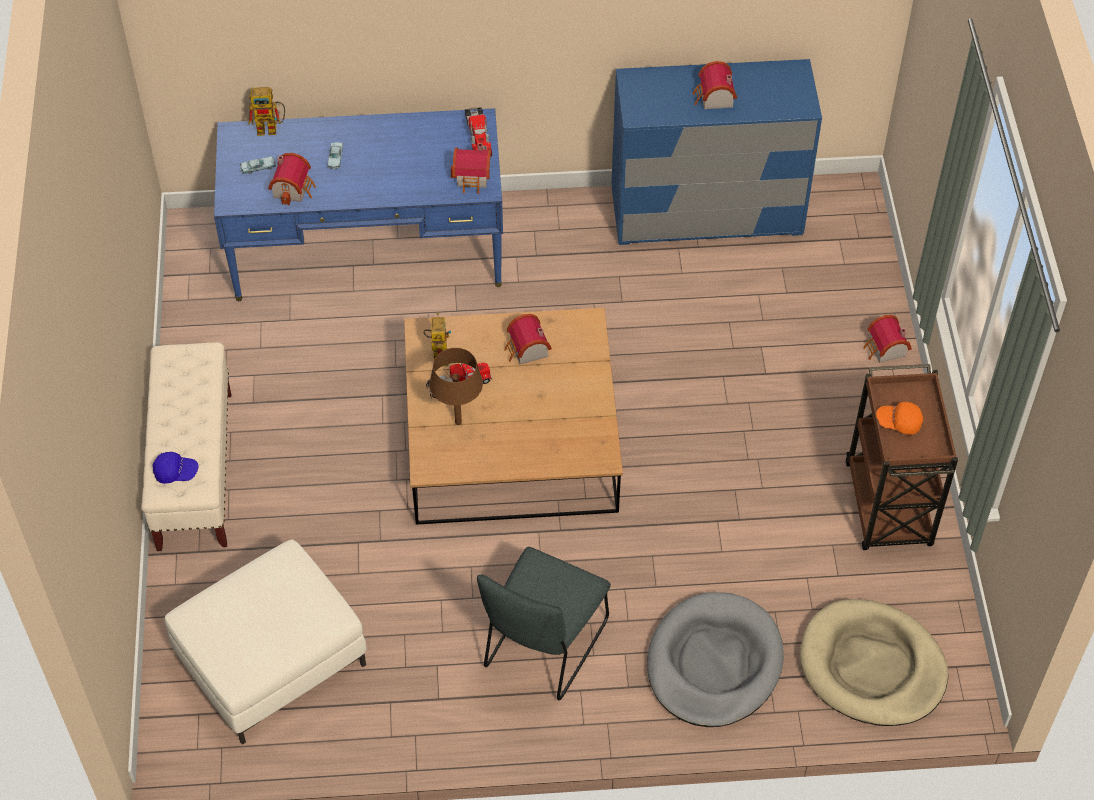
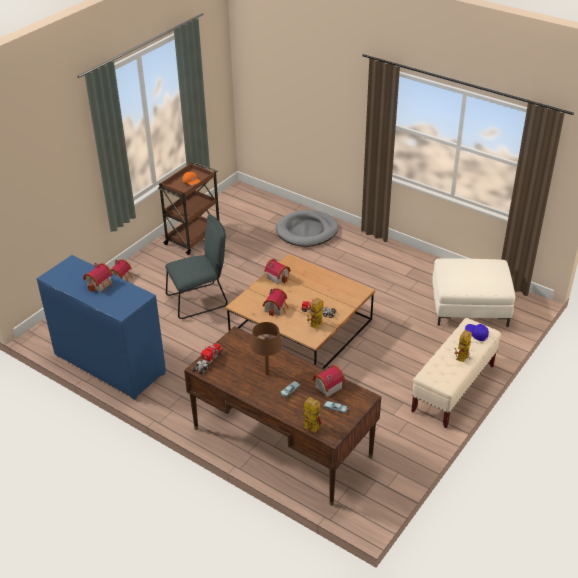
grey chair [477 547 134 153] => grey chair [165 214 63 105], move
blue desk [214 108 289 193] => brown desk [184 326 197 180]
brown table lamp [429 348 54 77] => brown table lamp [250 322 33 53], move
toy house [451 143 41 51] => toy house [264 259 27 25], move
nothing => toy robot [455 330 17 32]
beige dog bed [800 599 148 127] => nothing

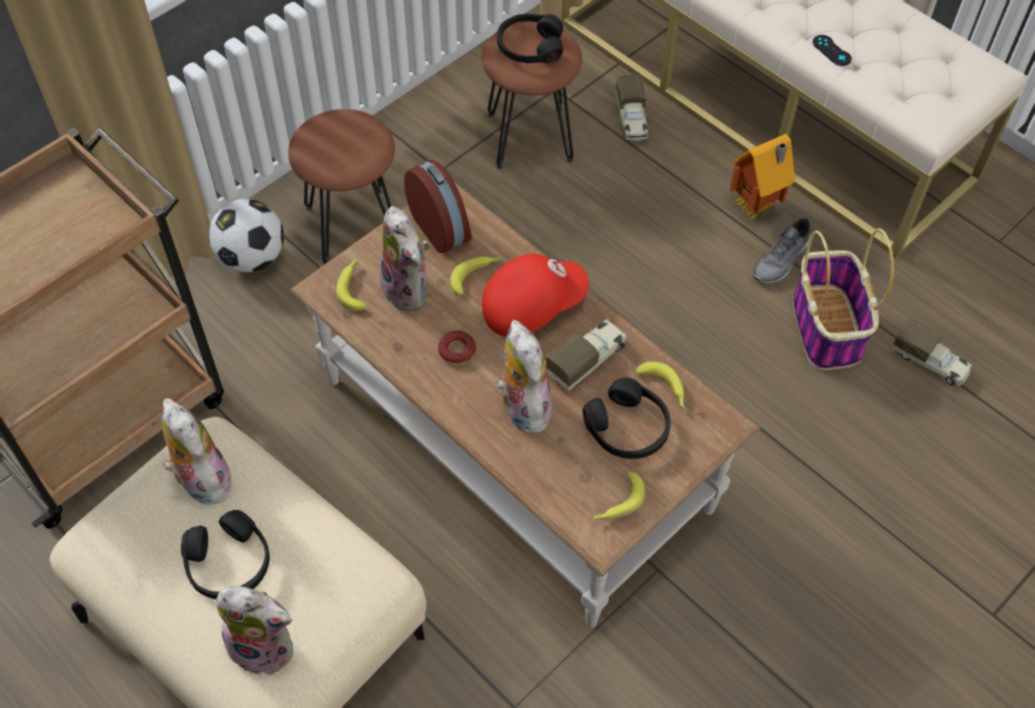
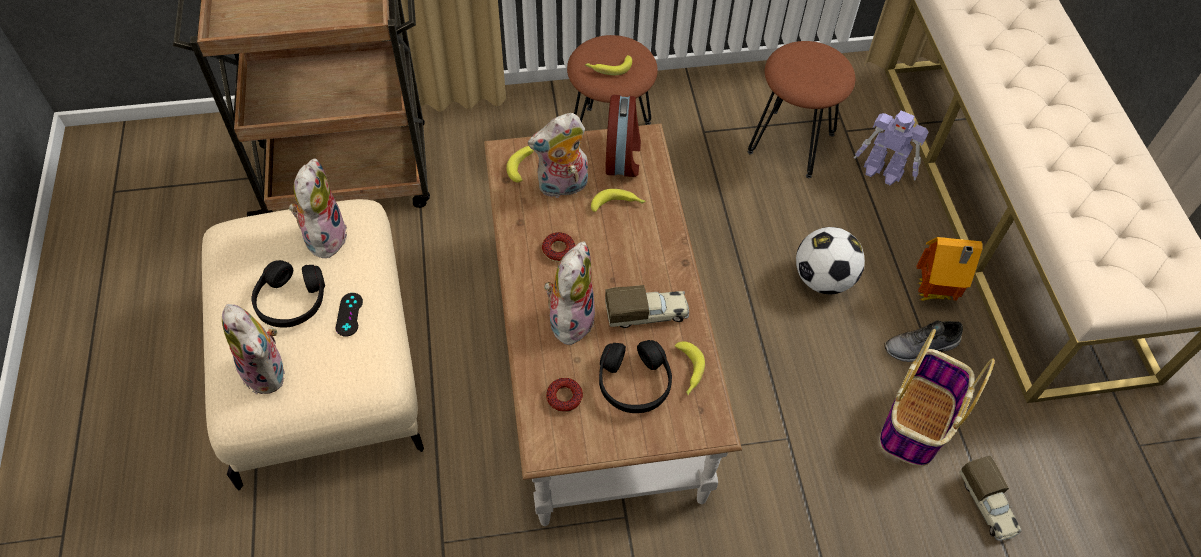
black game controller [813 35 39 31] => black game controller [336 293 27 44], move
plush toy [379 206 51 105] => plush toy [528 113 60 85], 60 degrees clockwise
nothing => donut [546 378 37 34]
banana [593 472 52 48] => banana [585 55 47 20], move
football [209 199 75 73] => football [796 227 69 67], move
toy truck [616 74 33 67] => toy robot [854 110 75 75]
red cap [482 254 107 83] => nothing
black headphones [497 14 66 49] => nothing

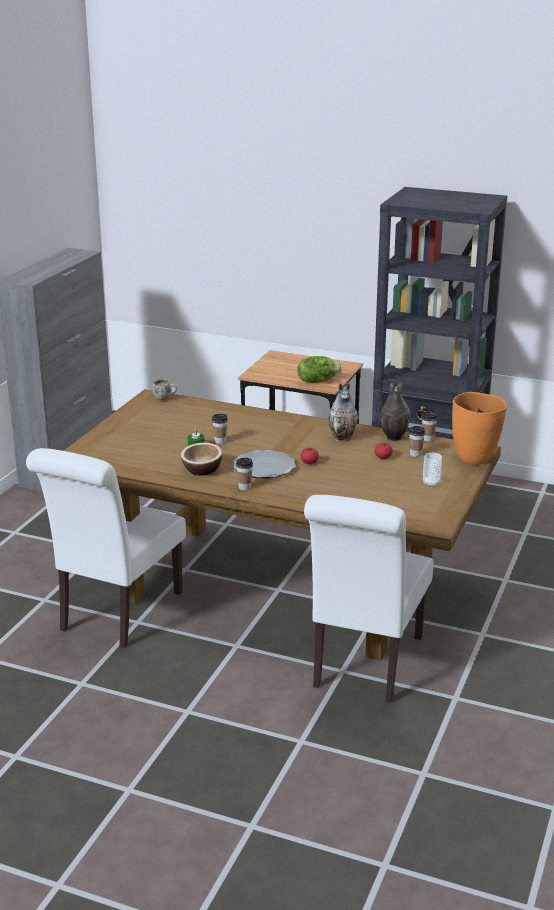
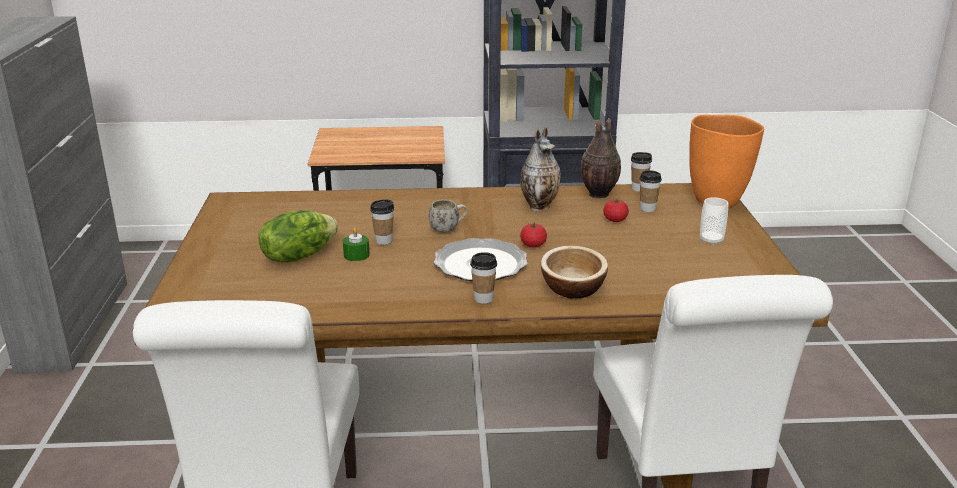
lettuce [297 356 45 27] => lettuce [258 210 80 52], move
white mug [152 379 25 21] => white mug [429 199 39 34], move
bowl [181 443 41 32] => bowl [541 246 67 53], move

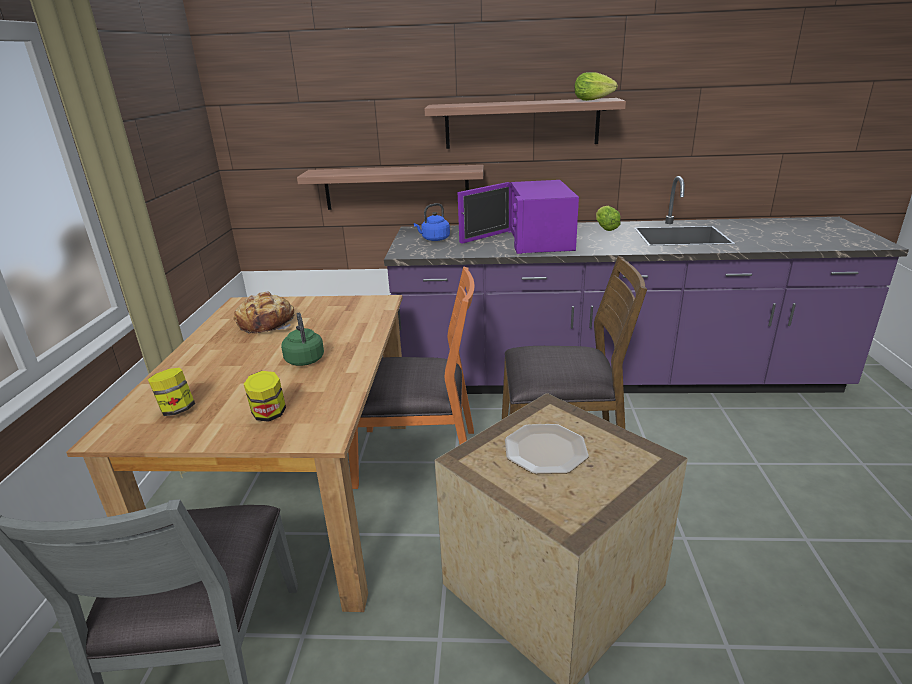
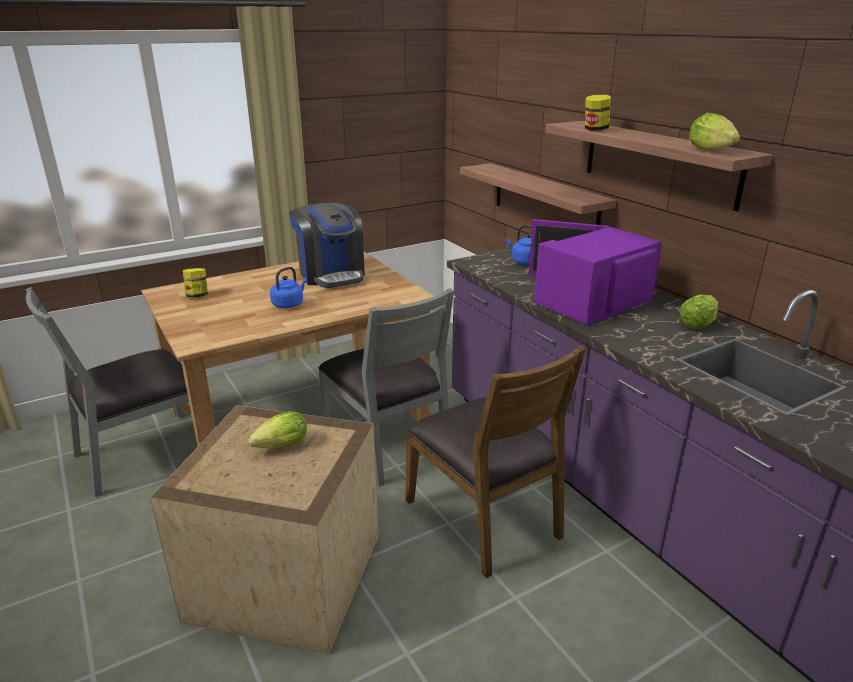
plate [505 424 84 50] => lettuce [249 411 58 38]
green kettle [281 313 43 53] => blue kettle [270 267 37 41]
bread [234 292 61 42] => coffee machine [289 203 76 85]
orange chair [348 266 127 223] => grey chair [318 288 136 199]
jar [244 371 42 51] => jar [585 94 26 36], move

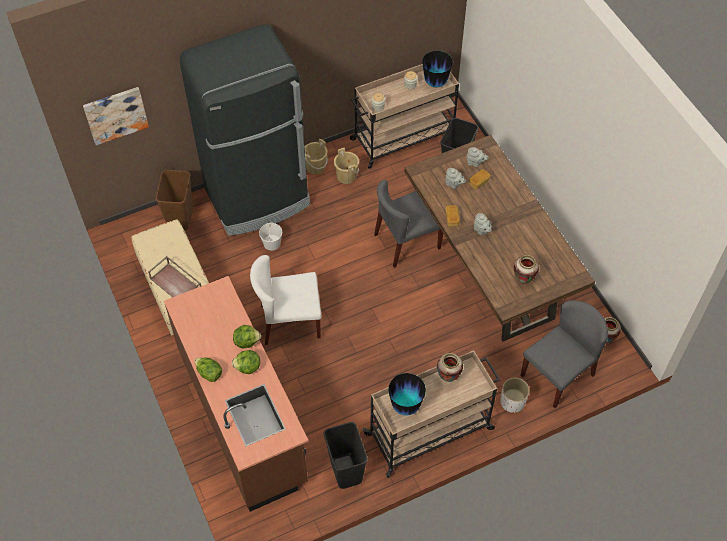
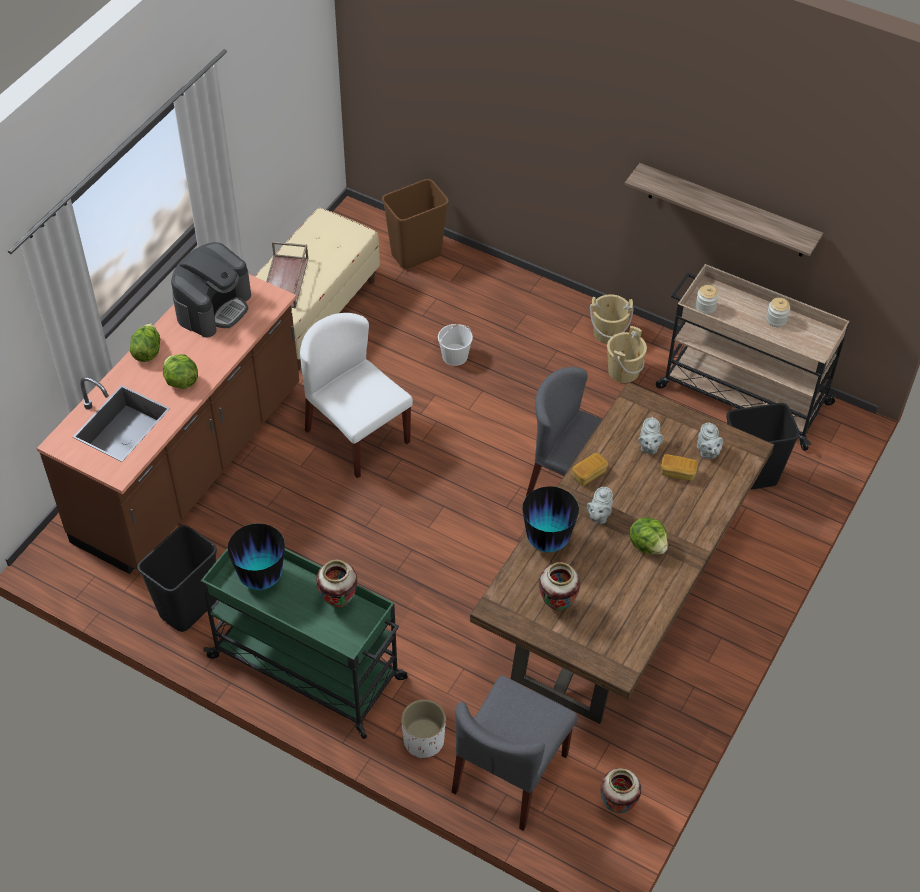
nothing => coffee machine [171 242 80 95]
beige cart [363 350 137 128] => green cart [201 549 207 190]
grey chair [520 300 88 108] => grey chair [452 676 126 155], 105 degrees clockwise
vase [422 51 31 36] => vase [522 486 57 66], move
nothing => shelf [625 163 198 94]
lettuce [233 325 28 24] => lettuce [629 517 39 37], move
picture [83 87 66 58] => nothing
black fridge [180 24 130 212] => nothing

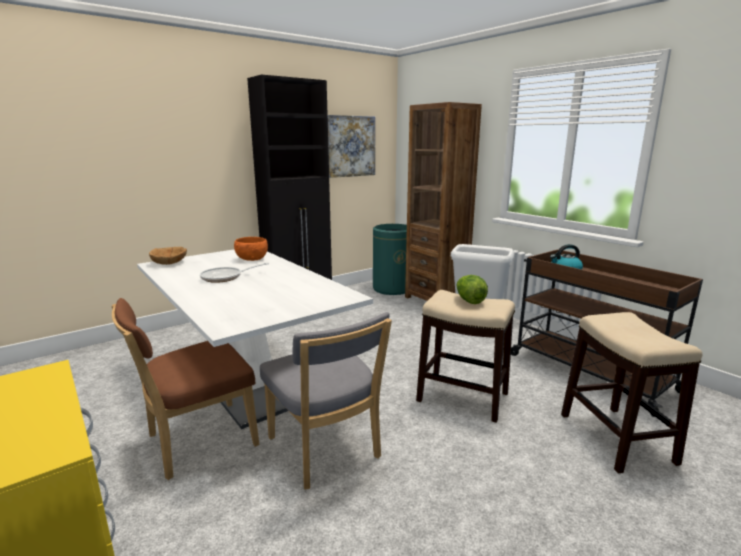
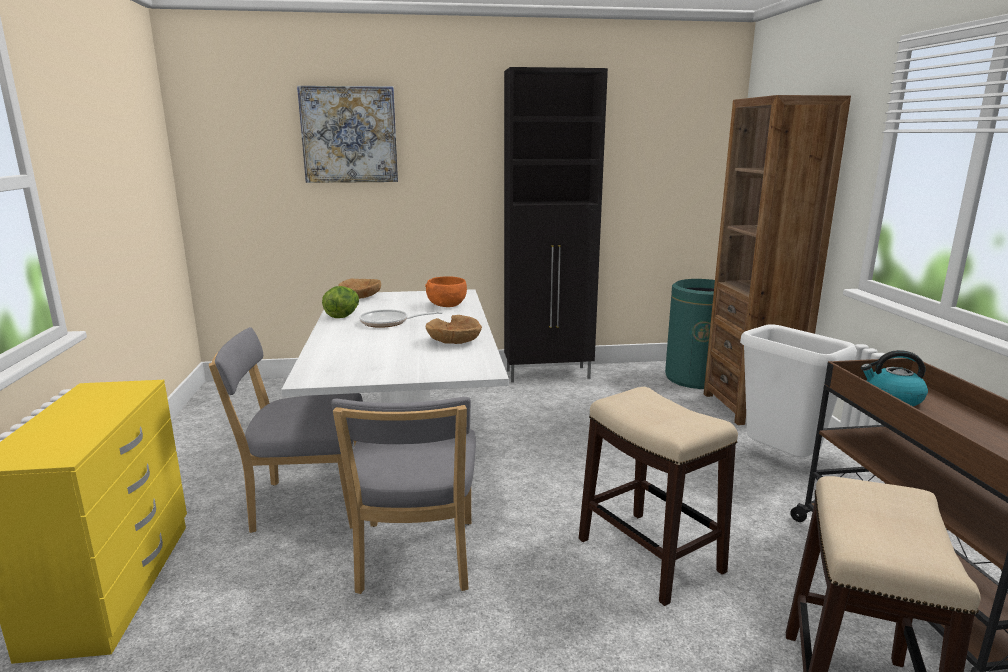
brown chair [111 298 148 182] => grey chair [209 327 154 206]
picture [328 115 47 63] => picture [297 86 101 97], move
lettuce [456 275 32 29] => lettuce [322 286 37 32], move
nothing => brown bowl [426 315 56 29]

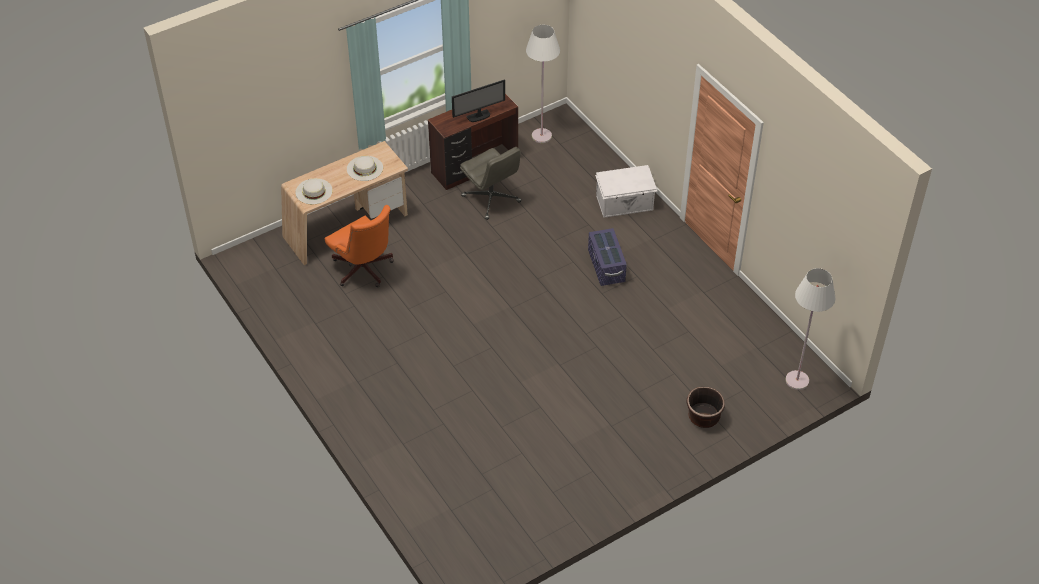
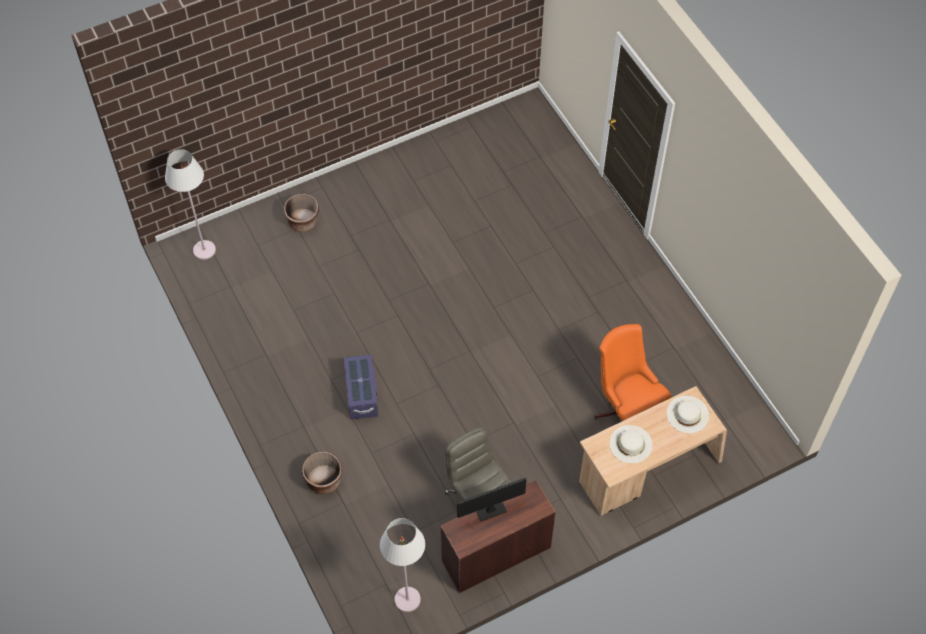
white storage box [595 165 62 53] => brown planter [302 451 40 43]

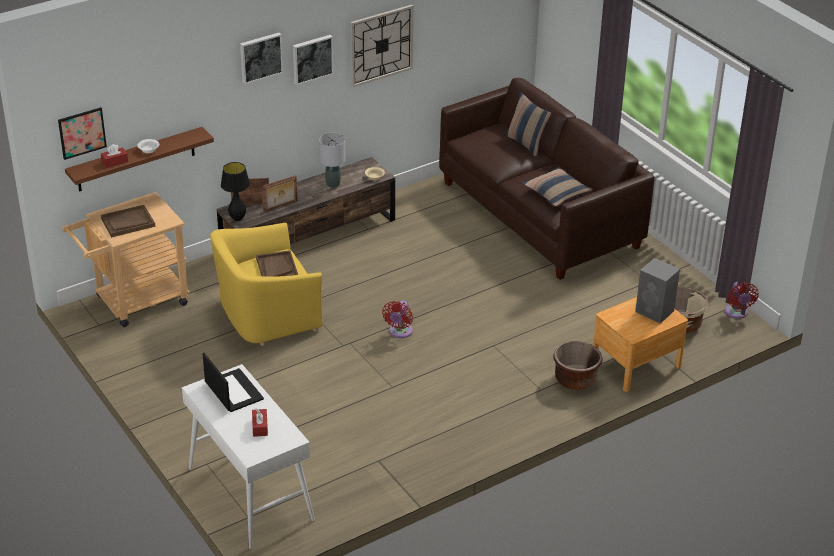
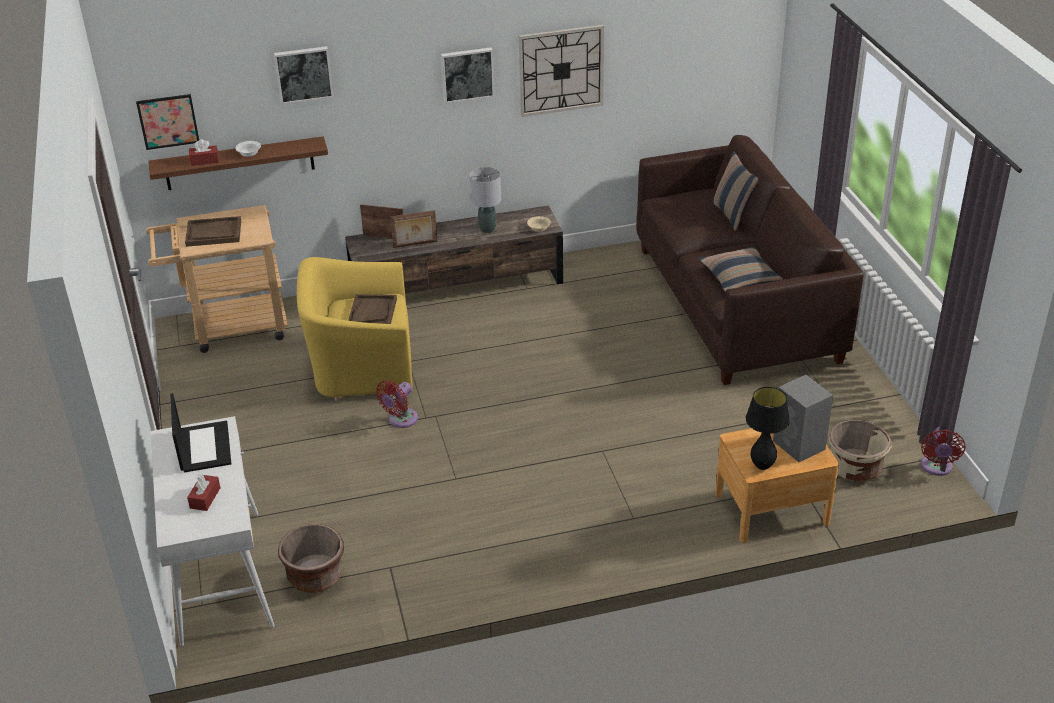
picture [240 33 43 51] => picture [274 46 60 58], move
brown planter [554 341 49 49] => brown planter [278 524 66 69], move
red fan [382 300 31 38] => red fan [376 381 42 47], move
black table lamp [221 162 29 59] => black table lamp [746 387 44 83], move

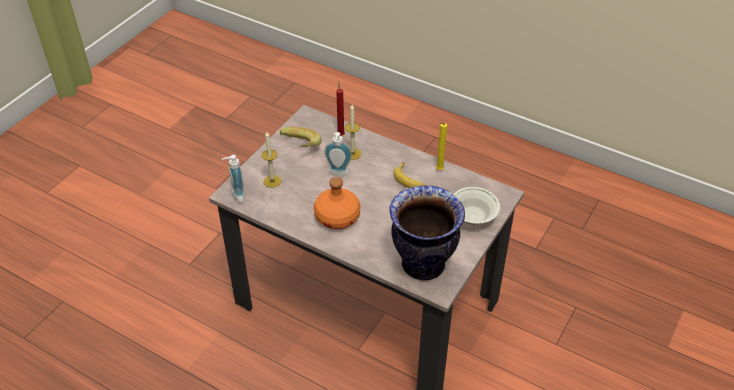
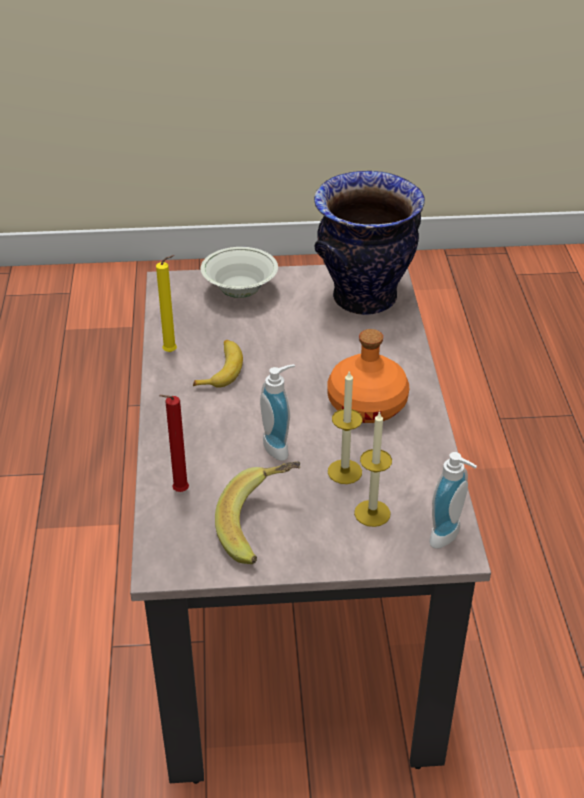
candle [345 105 17 55] => candle [328 370 35 114], move

